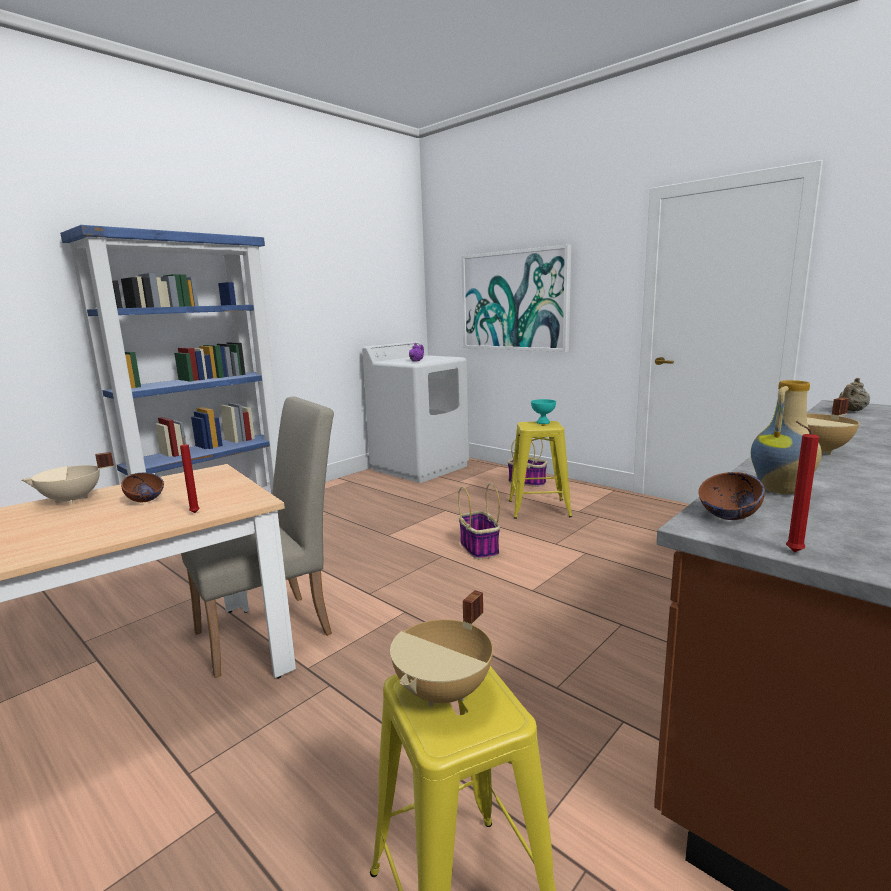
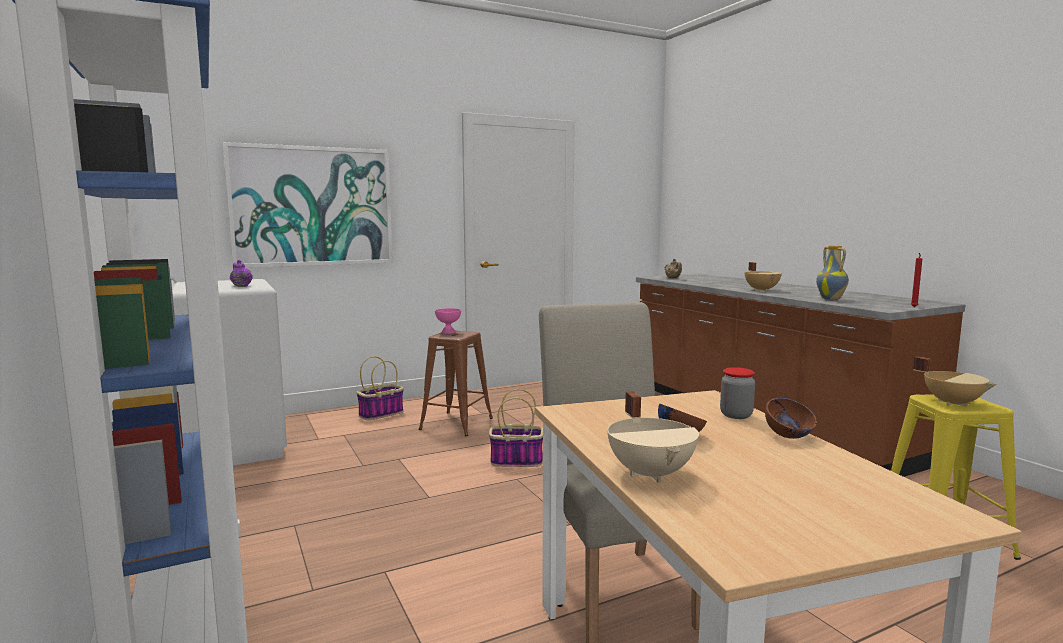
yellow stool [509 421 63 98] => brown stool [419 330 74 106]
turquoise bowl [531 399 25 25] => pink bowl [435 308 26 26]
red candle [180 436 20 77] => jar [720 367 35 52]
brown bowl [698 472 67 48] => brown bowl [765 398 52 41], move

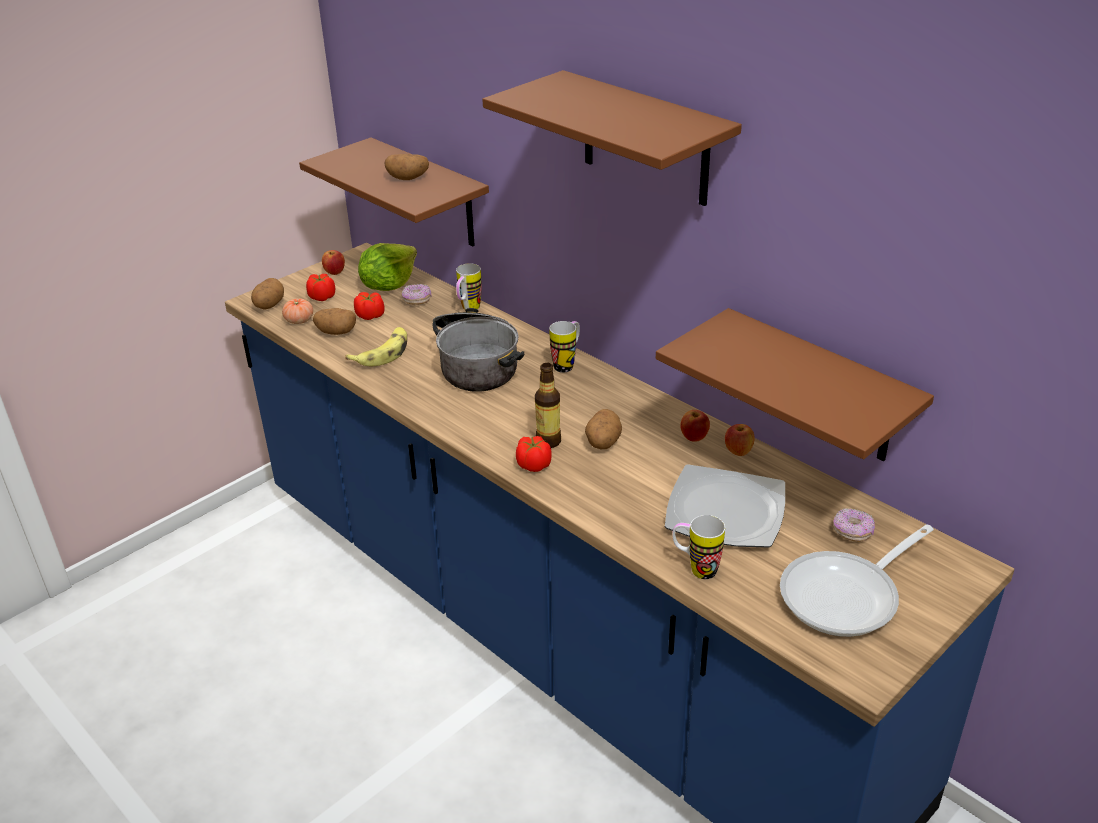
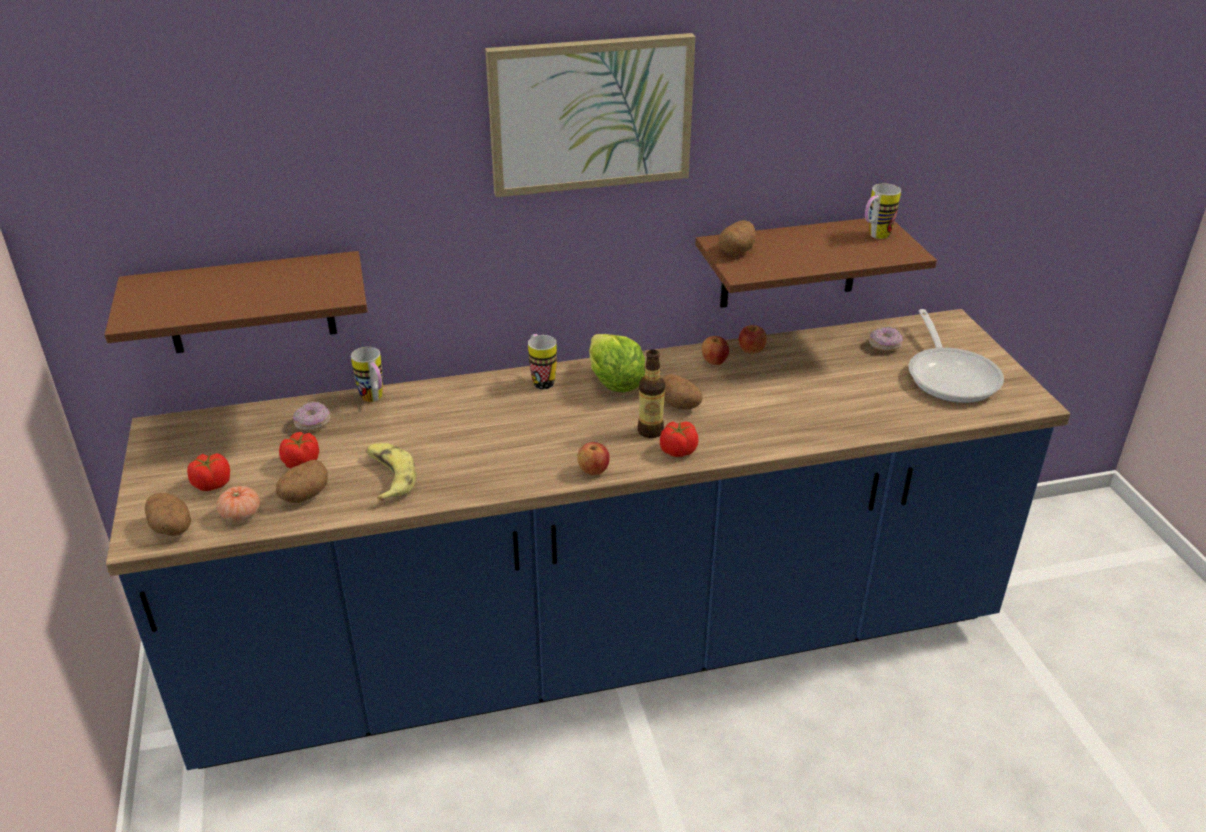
brown shelf [482 70 260 136] => picture [485 33 210 164]
apple [322 250 23 25] => apple [577 442 33 33], move
lettuce [358 243 59 48] => lettuce [589 334 56 58], move
potato [384 154 45 26] => potato [718 220 38 35], move
mug [672 515 53 64] => mug [865 183 36 56], move
cooking pot [432 308 92 84] => nothing
plate [665 464 120 83] => nothing

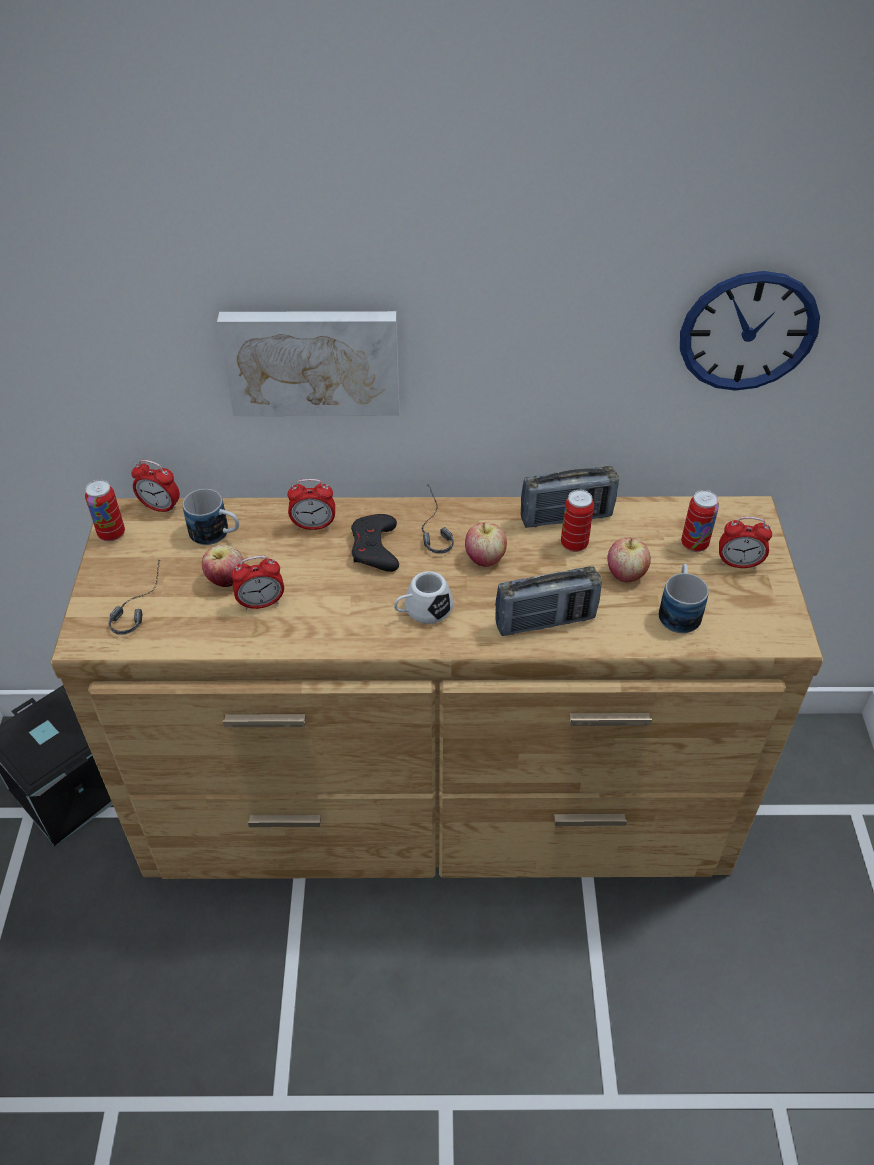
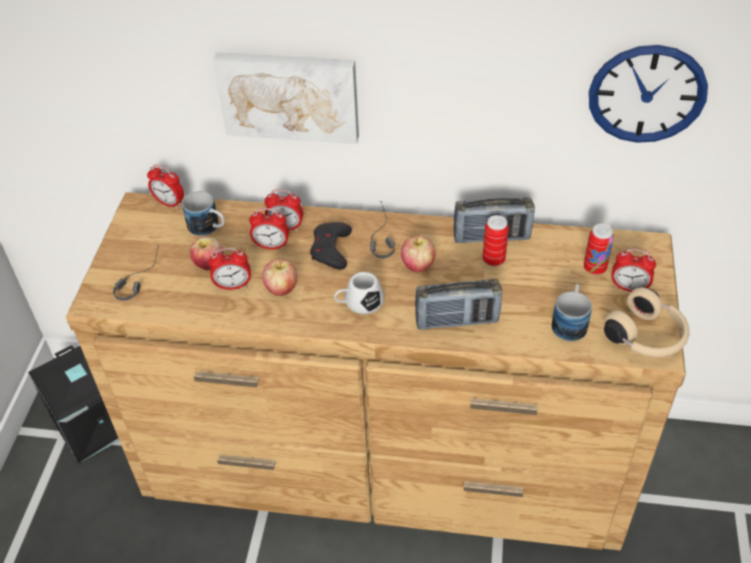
nothing => alarm clock [249 208 40 41]
apple [607 537 44 45] => apple [262 259 35 37], move
nothing => beige headphones [604 288 85 69]
can [85 480 40 61] => nothing

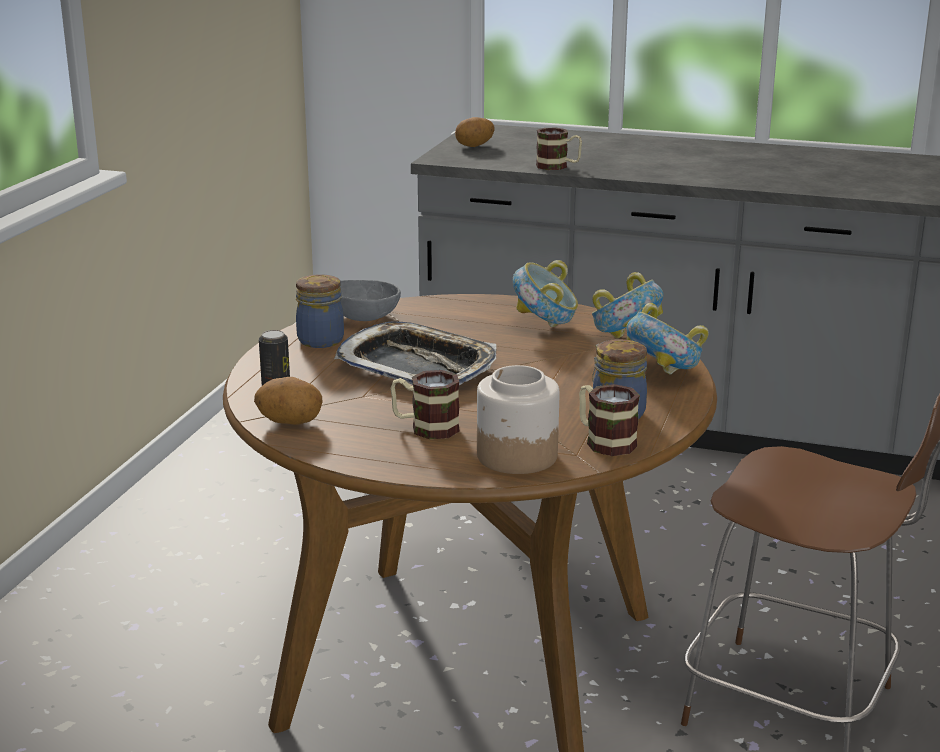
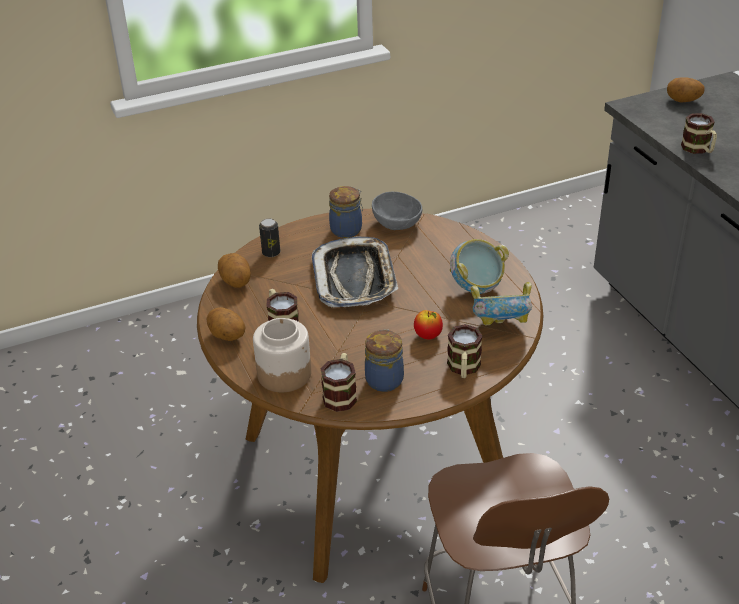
nothing => potato [206 307 40 34]
nothing => apple [414 310 29 29]
bowl [626 303 83 72] => mug [447 324 35 54]

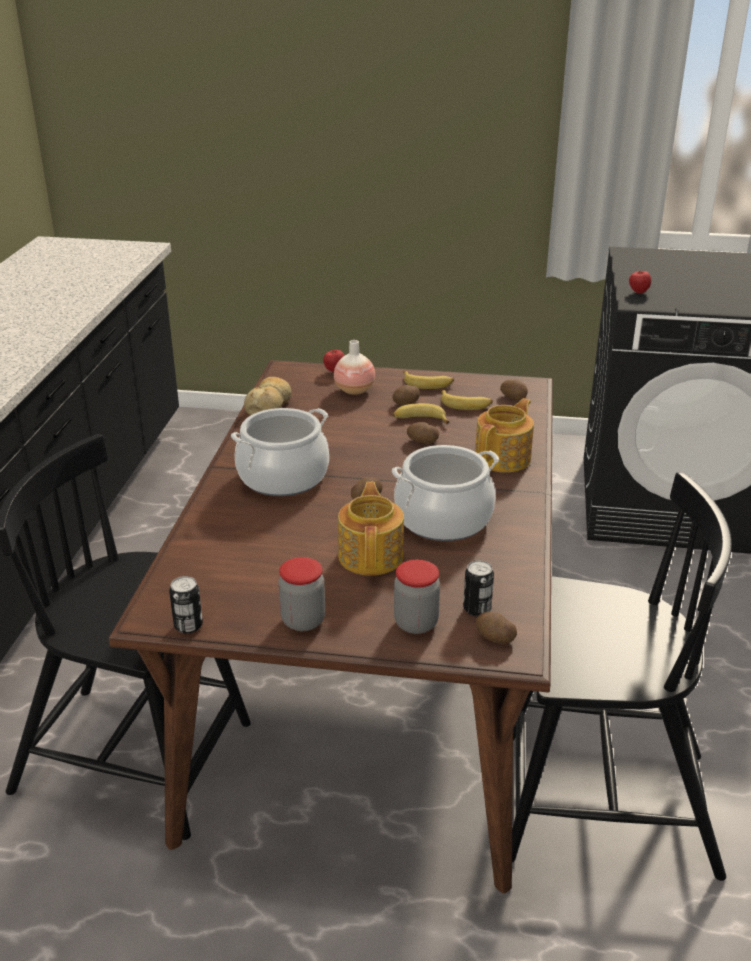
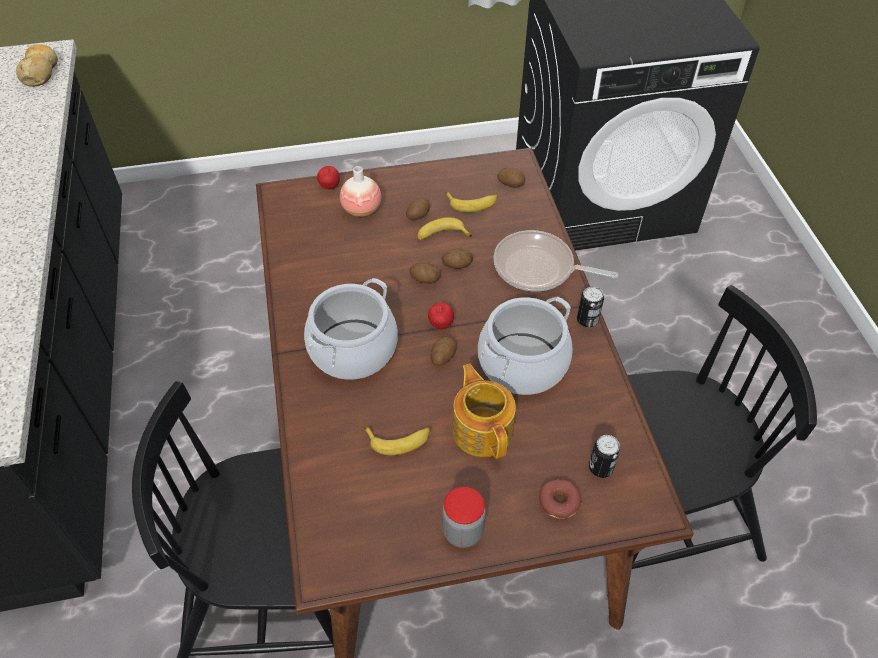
bread [244 377 48 39] => bread [16 44 42 43], move
banana [403 371 51 18] => banana [364 427 67 28], move
potato [475 612 42 32] => potato [410 262 31 22], move
apple [629 271 22 23] => apple [428 302 26 27], move
teapot [475 398 59 74] => frying pan [493 230 125 62]
jar [394 560 46 74] => donut [539 479 43 40]
can [169 576 34 57] => can [577 287 27 40], move

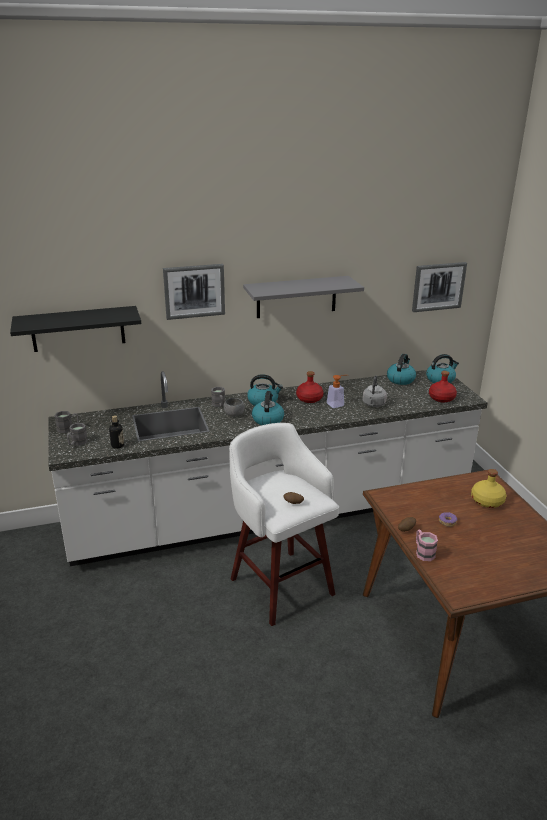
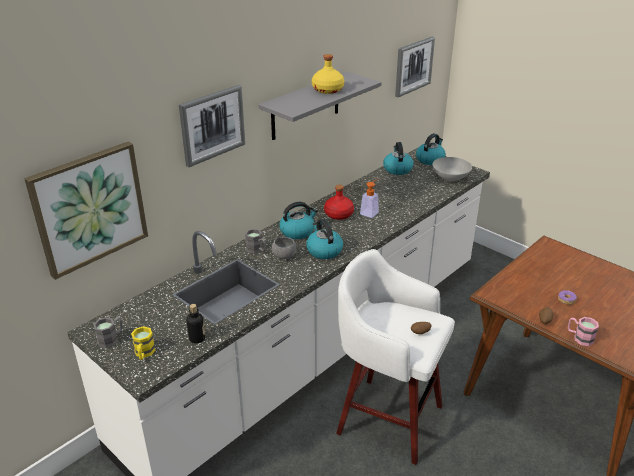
black shelf [10 306 131 46] => picture [24 142 124 138]
grey mug [67 423 21 23] => yellow mug [131 326 24 34]
yellow bottle [471 469 35 39] => yellow bottle [312 54 32 40], move
red bottle [429 371 28 31] => grey bowl [432 157 40 24]
grey kettle [363 375 24 32] => nothing

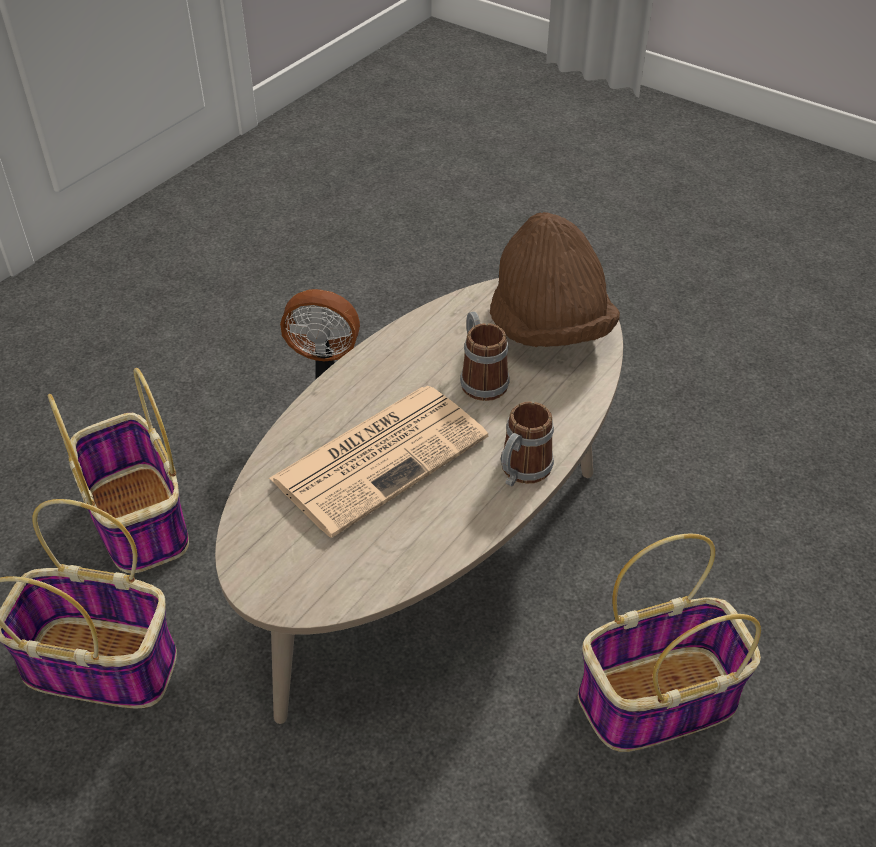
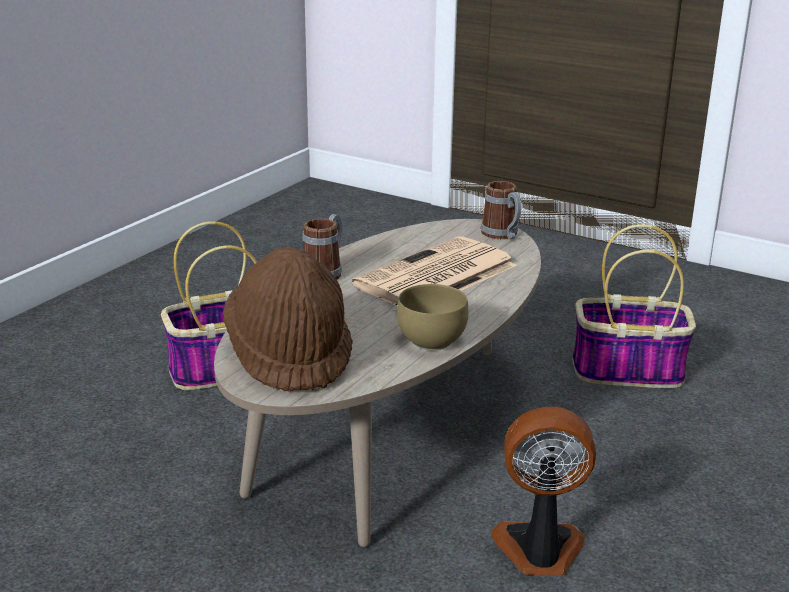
nothing => brown bowl [397 284 72 66]
mug [460 311 50 90] => mug [481 181 40 58], move
basket [48 368 141 205] => nothing

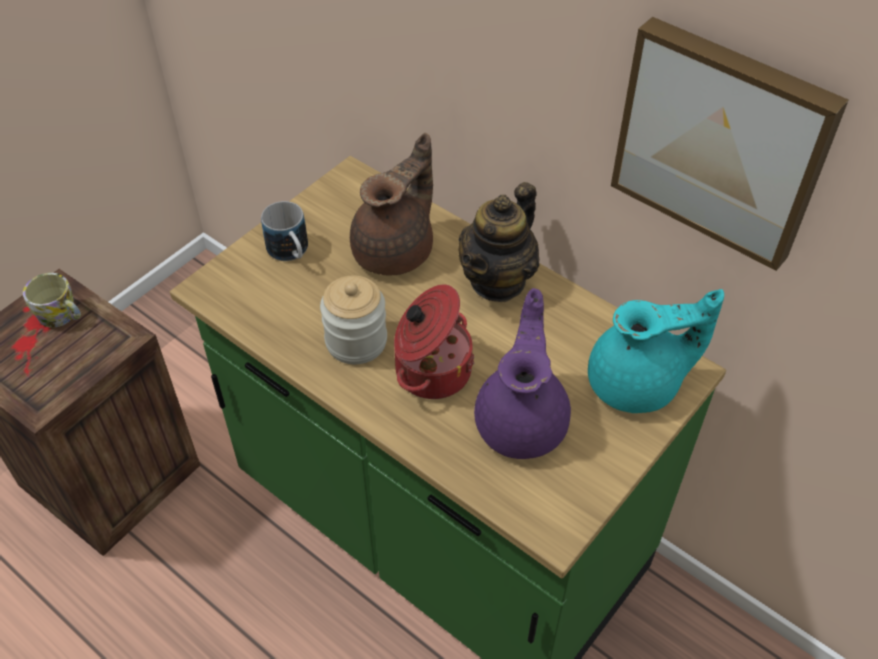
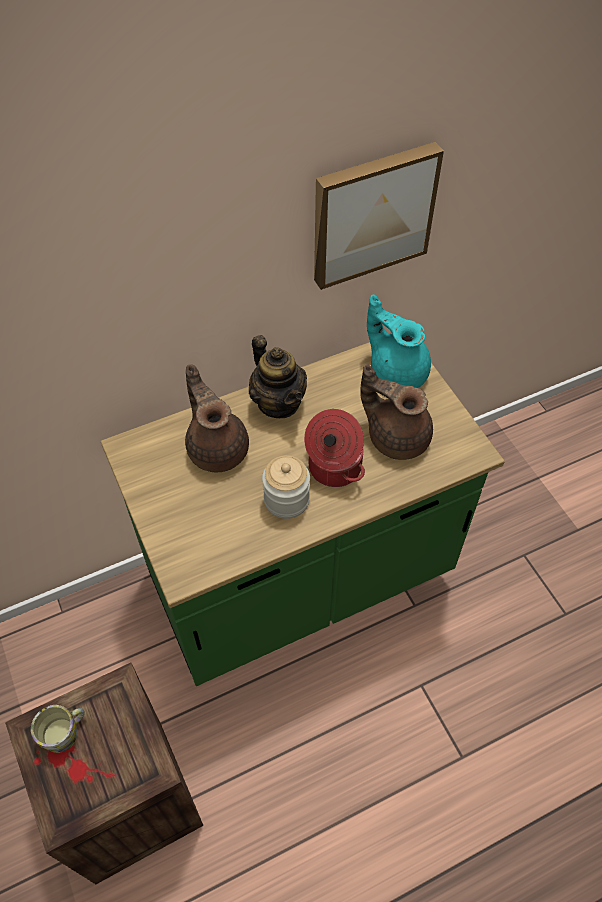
purple teapot [474 288 97 171] => brown teapot [360 364 73 96]
turquoise teapot [588 289 136 124] => turquoise teapot [367 294 64 94], 60 degrees counterclockwise
mug [261 201 47 60] => nothing

